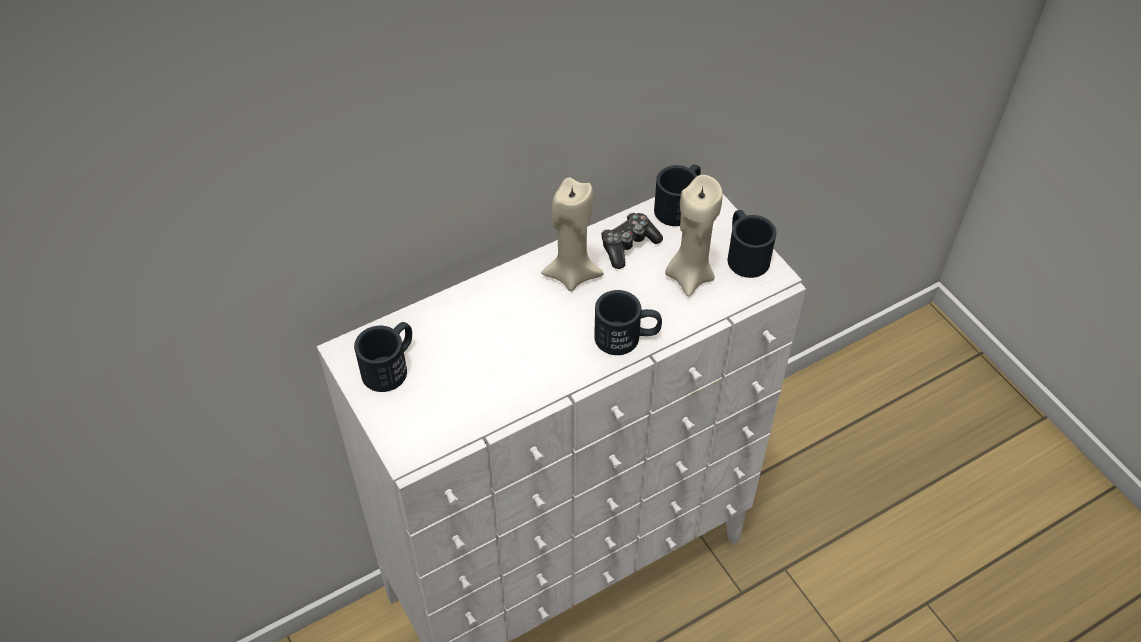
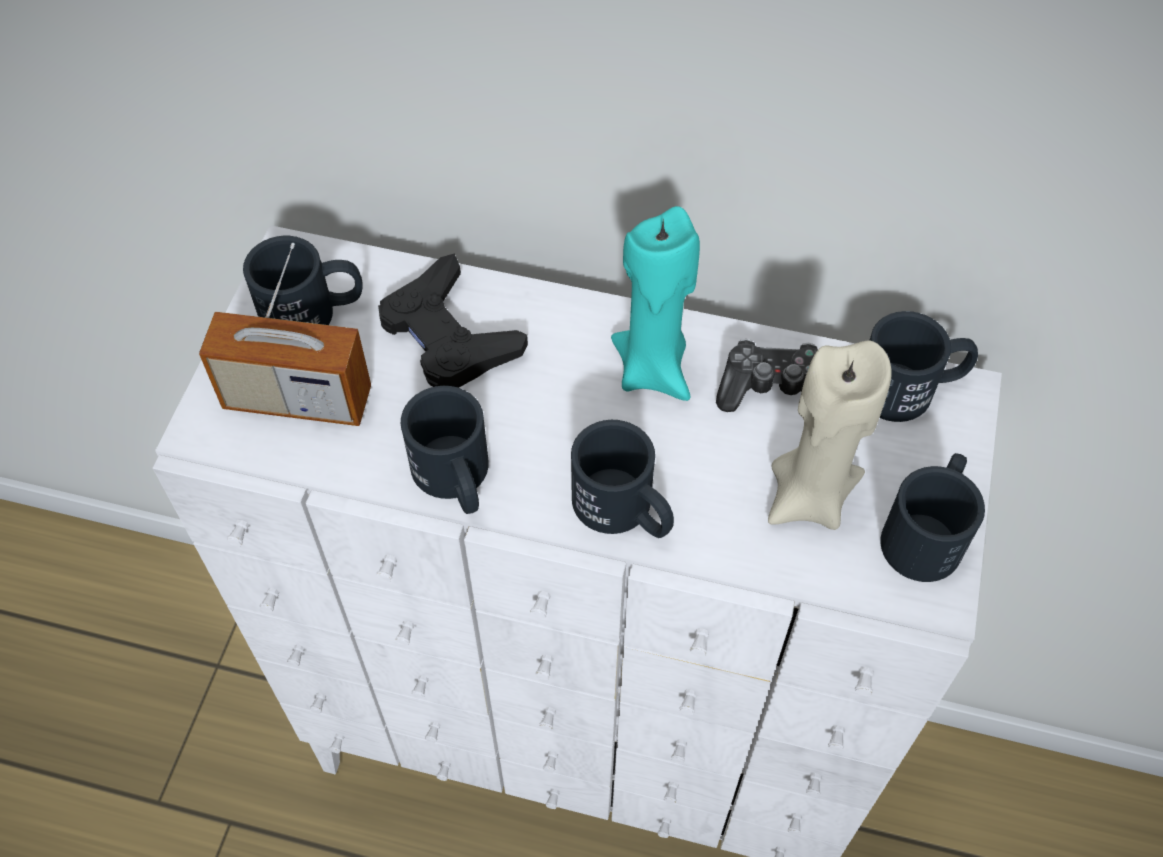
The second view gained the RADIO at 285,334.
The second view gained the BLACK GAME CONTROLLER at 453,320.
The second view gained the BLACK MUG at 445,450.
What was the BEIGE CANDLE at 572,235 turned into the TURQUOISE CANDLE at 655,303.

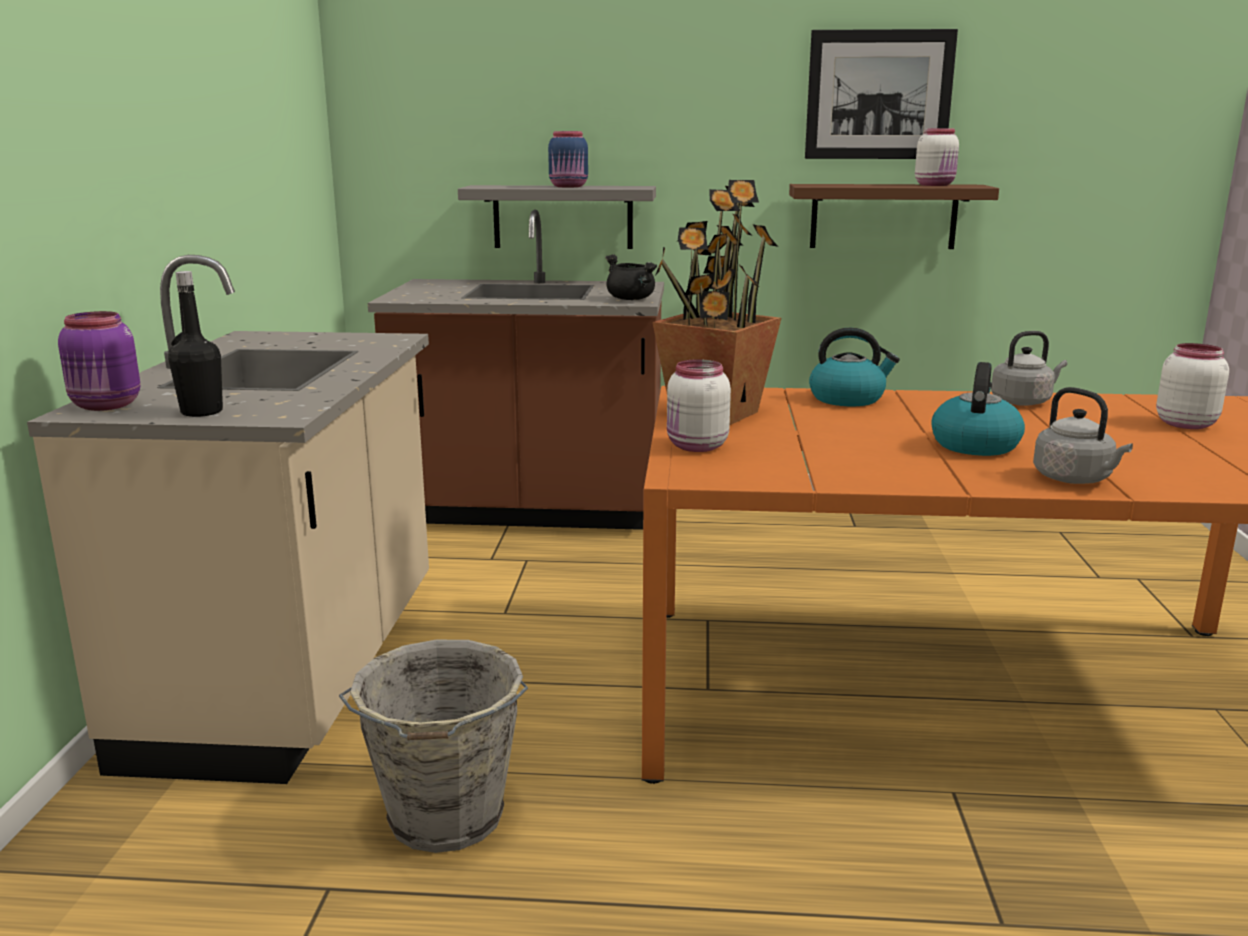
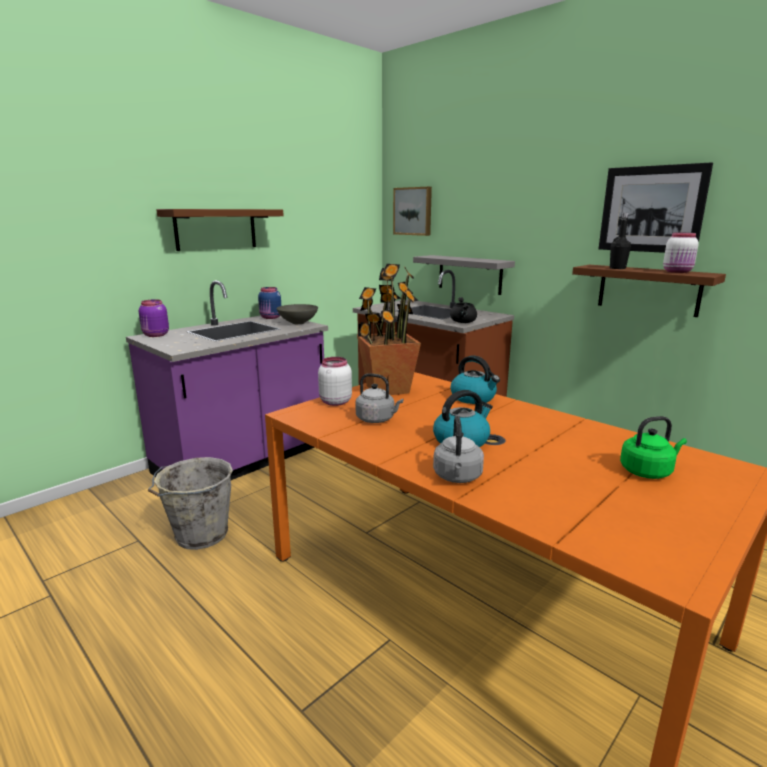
What was the BEIGE COUNTER at 228,519 turned into the PURPLE COUNTER at 227,380.
The second view gained the BROWN SHELF at 220,230.
The BLUE JAR ended up elsewhere, having gone from 568,159 to 269,303.
The second view gained the GREY BOWL at 297,314.
The GREY KETTLE ended up elsewhere, having gone from 1029,368 to 379,398.
The second view gained the PICTURE at 412,211.
The BLACK BOTTLE ended up elsewhere, having gone from 195,344 to 620,241.
Where the WHITE JAR stood at 1192,386, the GREEN KETTLE came to stand at 653,447.

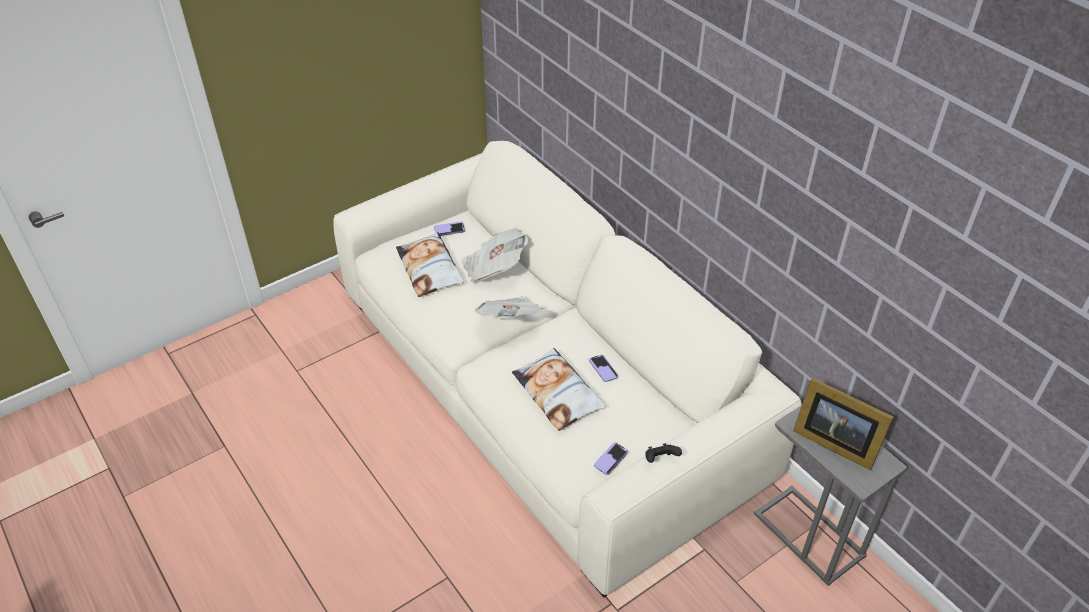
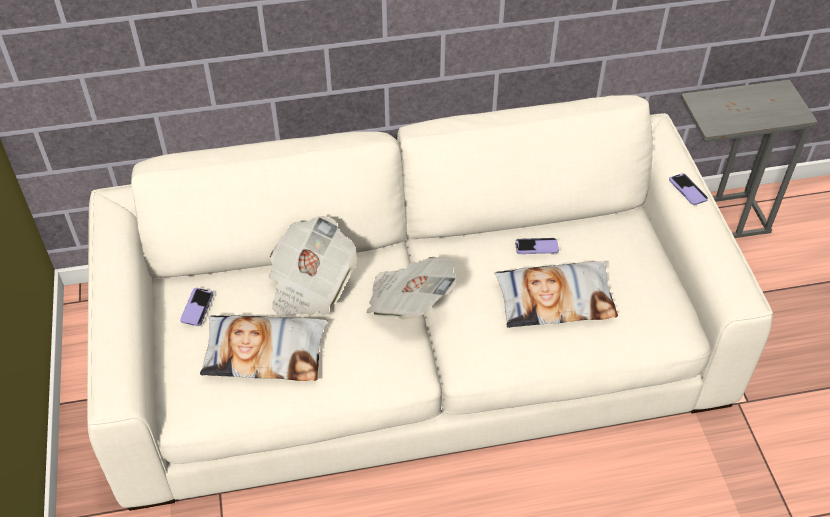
The PHONE ended up elsewhere, having gone from 611,458 to 688,189.
The second view lost the BLACK GAME CONTROLLER at 663,453.
The second view lost the PICTURE FRAME at 843,424.

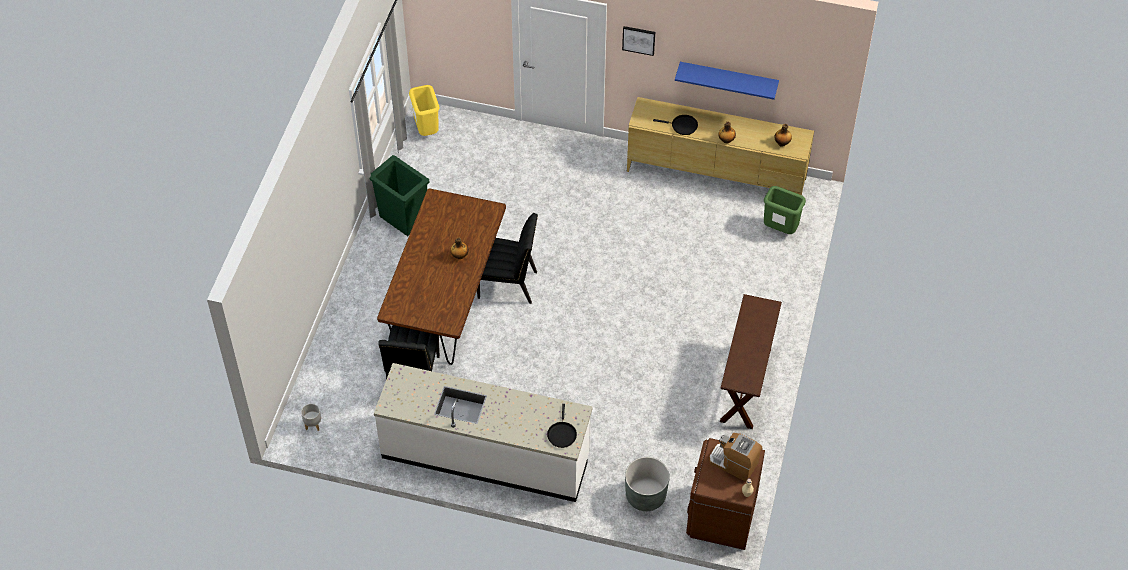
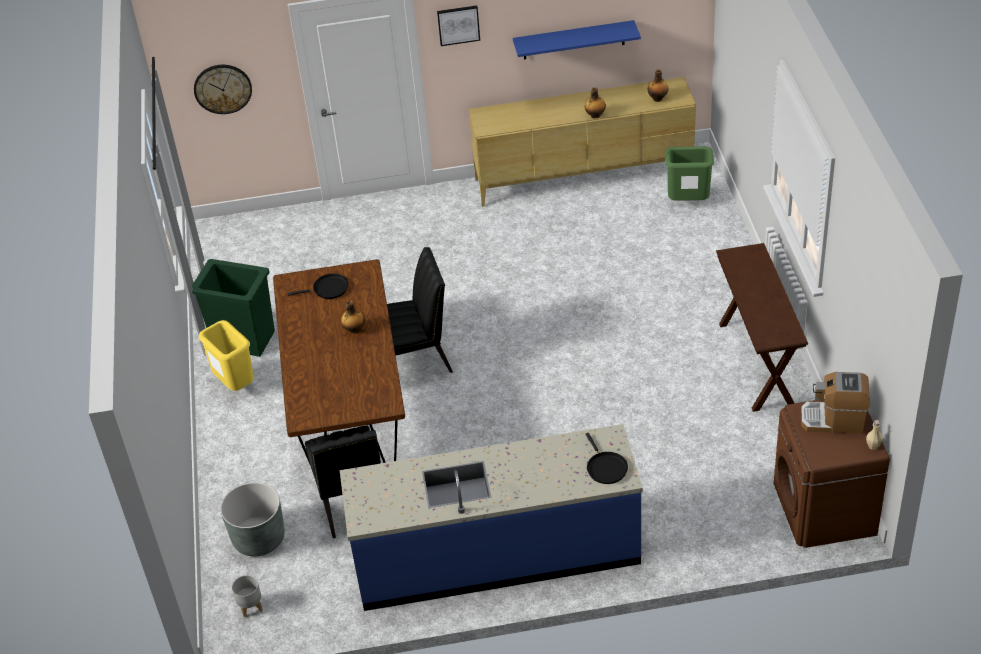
The second view gained the WALL CLOCK at 223,89.
The YELLOW TRASH CAN ended up elsewhere, having gone from 424,110 to 226,355.
The GREY PLANTER ended up elsewhere, having gone from 647,484 to 252,519.
The BLACK FRYING PAN ended up elsewhere, having gone from 675,125 to 318,286.
What was the WHITE COUNTER at 483,432 turned into the BLUE COUNTER at 491,517.

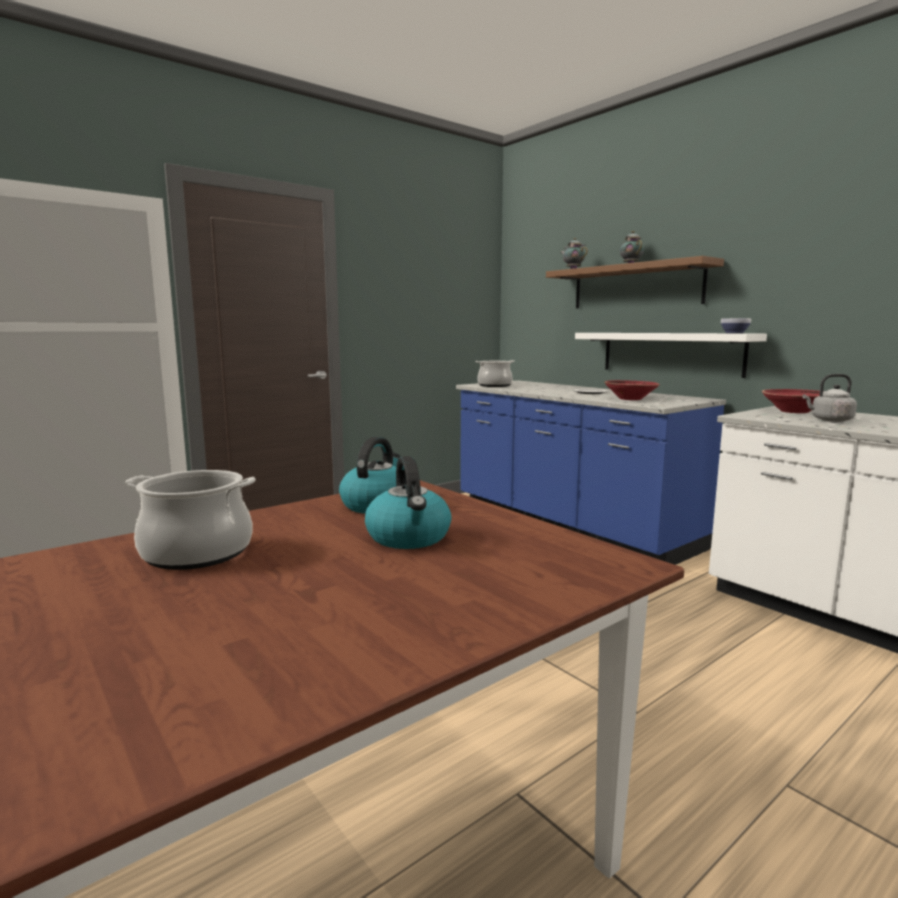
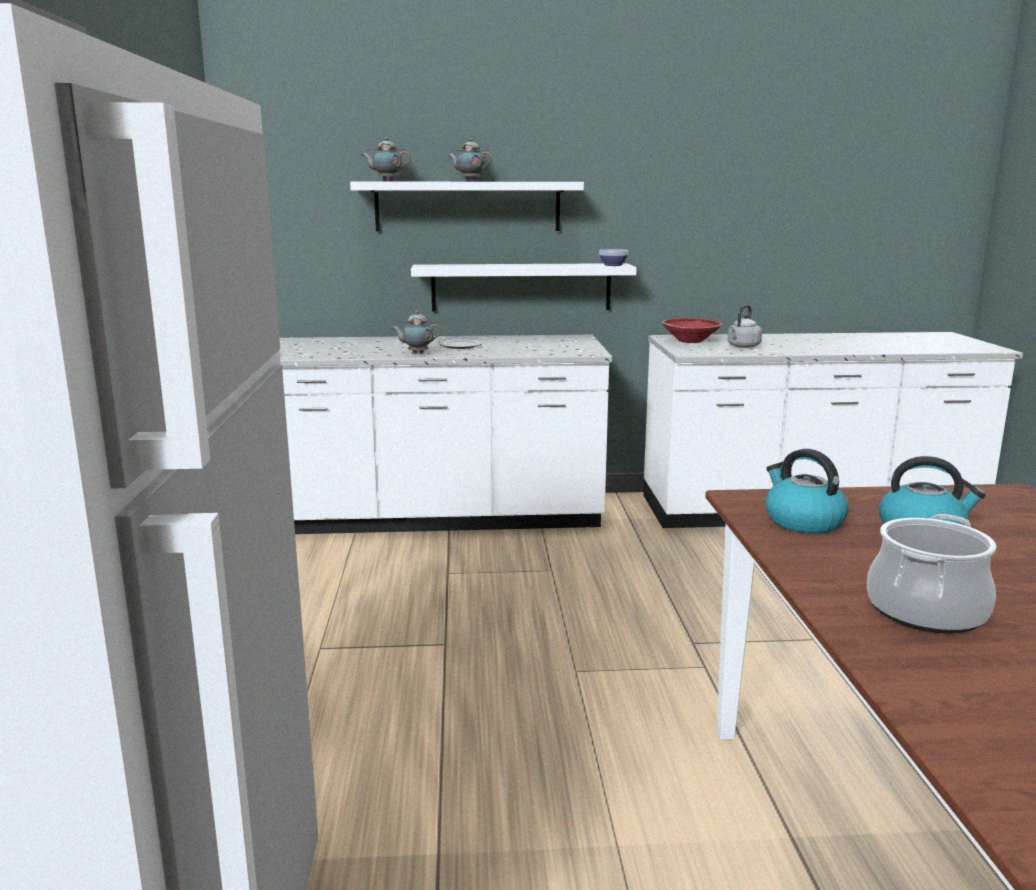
What was the BLUE COUNTER at 591,472 turned into the WHITE COUNTER at 445,434.
What was the BROWN SHELF at 635,282 turned into the WHITE SHELF at 467,207.
The second view gained the TEAPOT at 416,332.
The second view lost the COOKING POT at 495,373.
The second view lost the RED BOWL at 632,390.

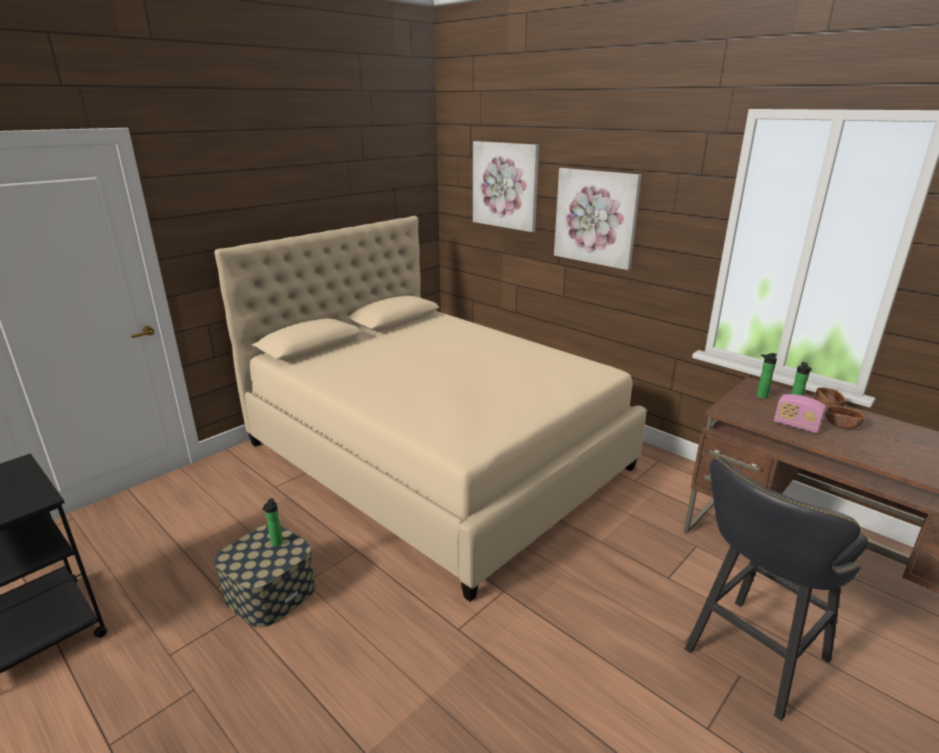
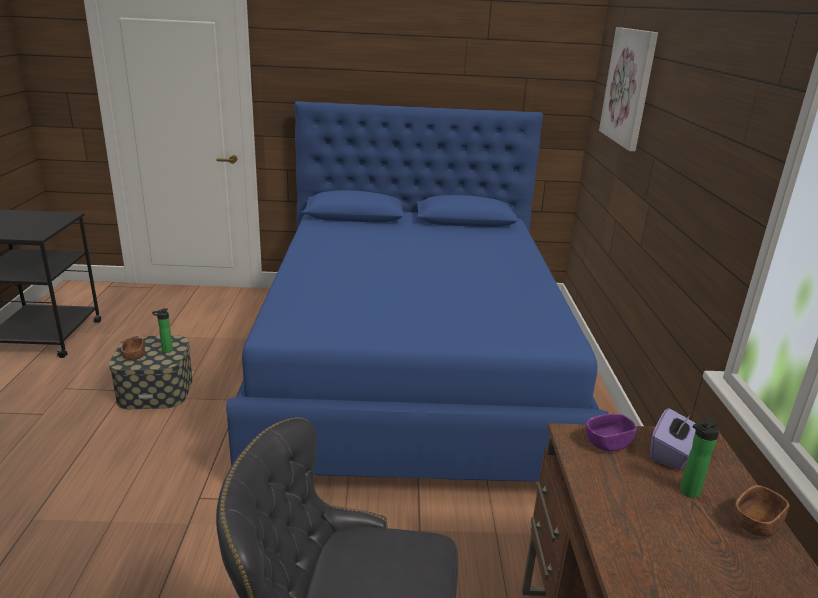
The BROWN BOWL ended up elsewhere, having gone from 845,417 to 133,348.
What was the BEIGE BED at 430,409 turned into the BLUE BED at 417,291.
The second view gained the PURPLE BOWL at 611,432.
Where the BOTTLE stood at 766,376, the PURPLE TISSUE BOX came to stand at 673,439.
The second view lost the PICTURE at 597,219.
The second view lost the RADIO at 800,413.

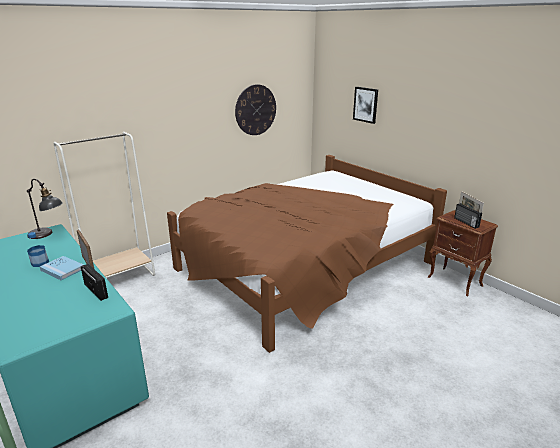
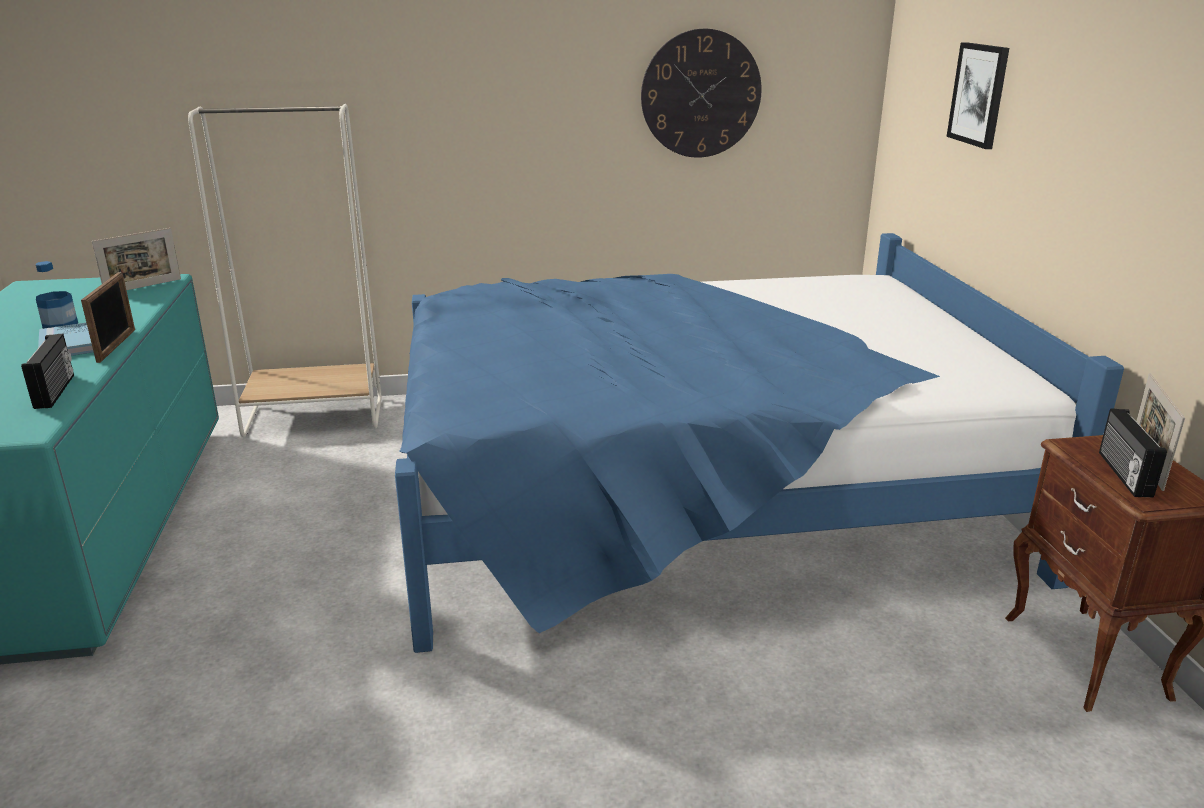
Where the GREY TABLE LAMP stood at 45,209, the PICTURE FRAME came to stand at 136,259.
What was the BROWN BED at 307,254 turned into the BLUE BED at 759,443.

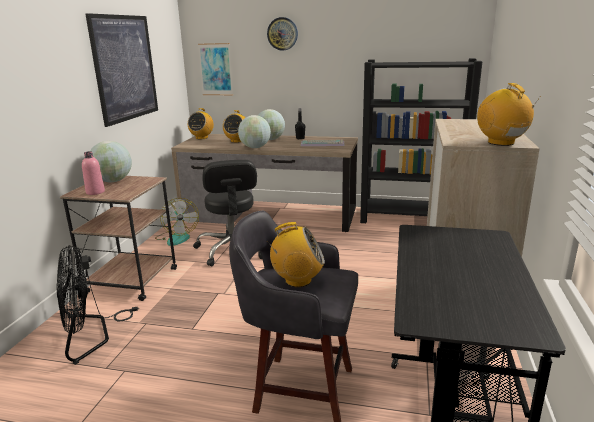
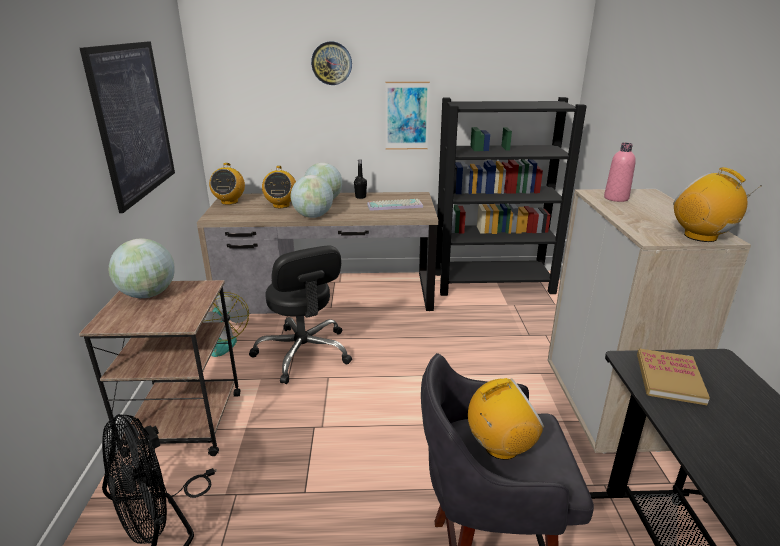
The PICTURE ended up elsewhere, having gone from 215,69 to 408,116.
The PINK BOTTLE ended up elsewhere, having gone from 93,173 to 620,172.
The second view gained the BOOK at 673,377.

